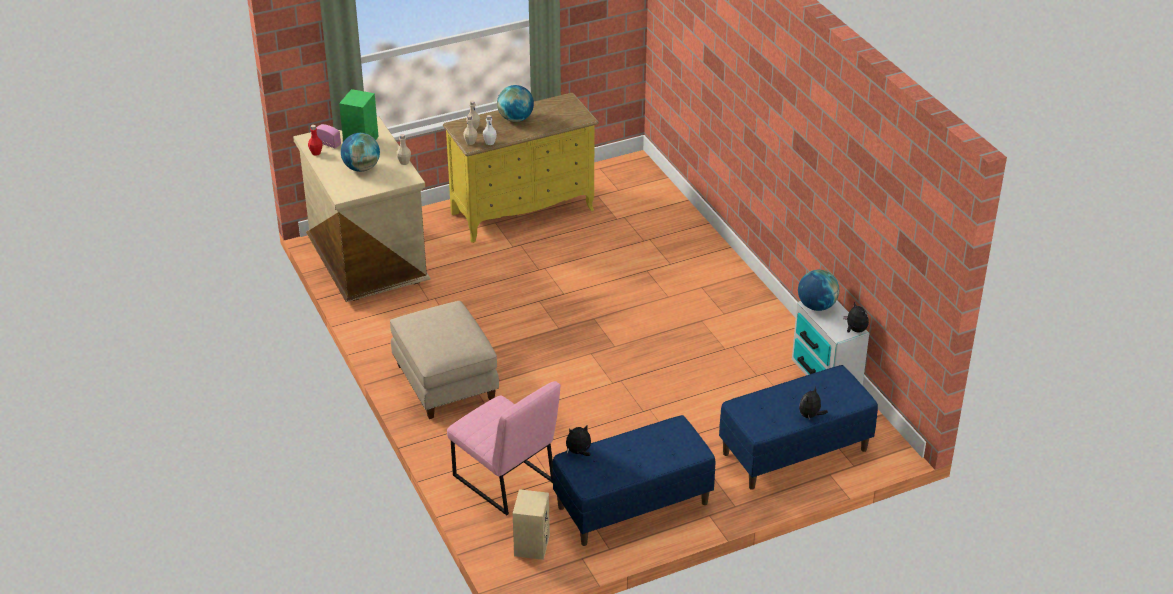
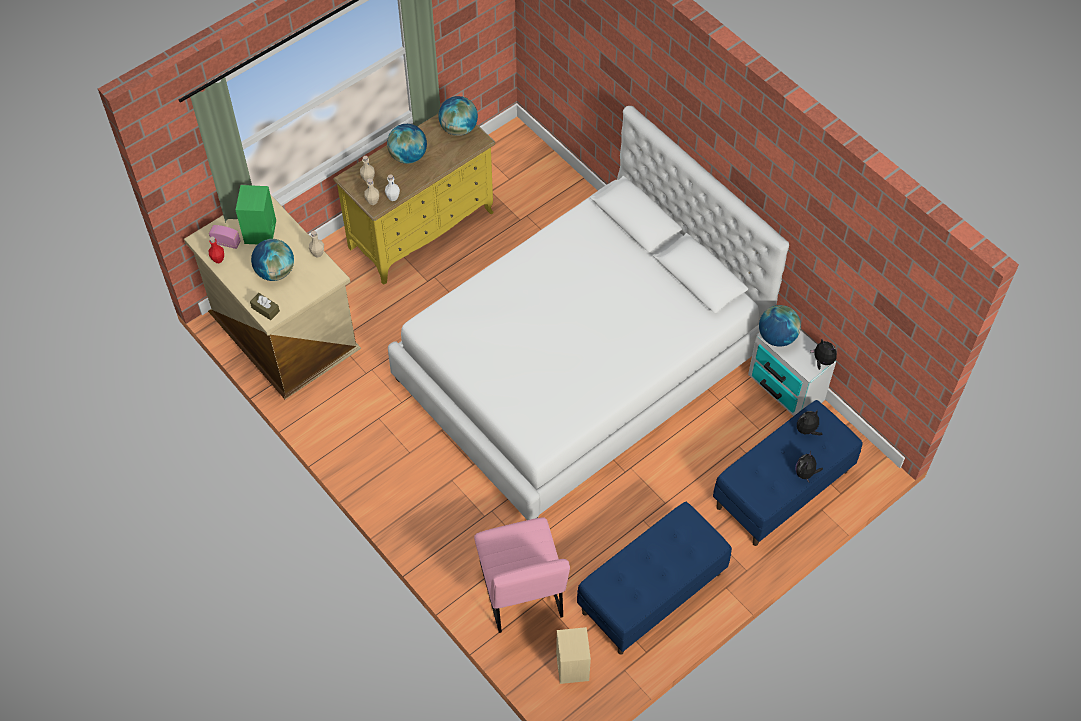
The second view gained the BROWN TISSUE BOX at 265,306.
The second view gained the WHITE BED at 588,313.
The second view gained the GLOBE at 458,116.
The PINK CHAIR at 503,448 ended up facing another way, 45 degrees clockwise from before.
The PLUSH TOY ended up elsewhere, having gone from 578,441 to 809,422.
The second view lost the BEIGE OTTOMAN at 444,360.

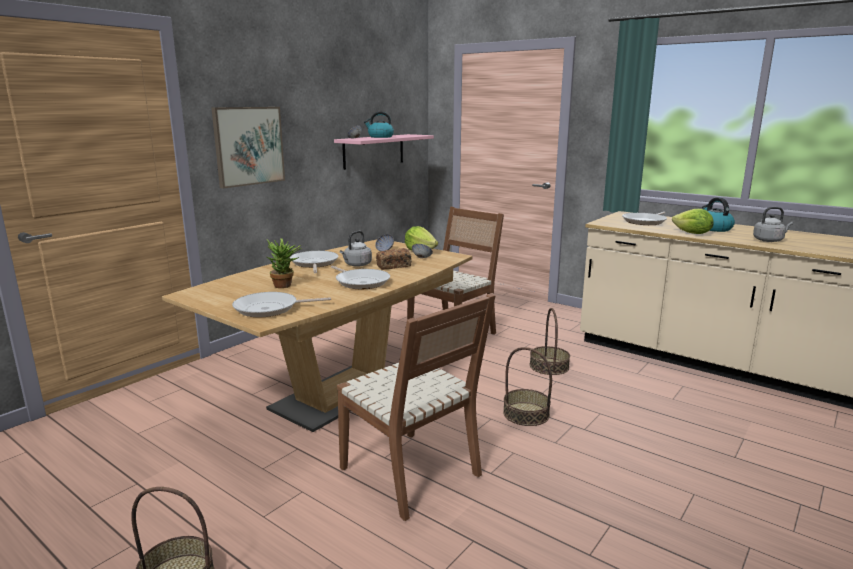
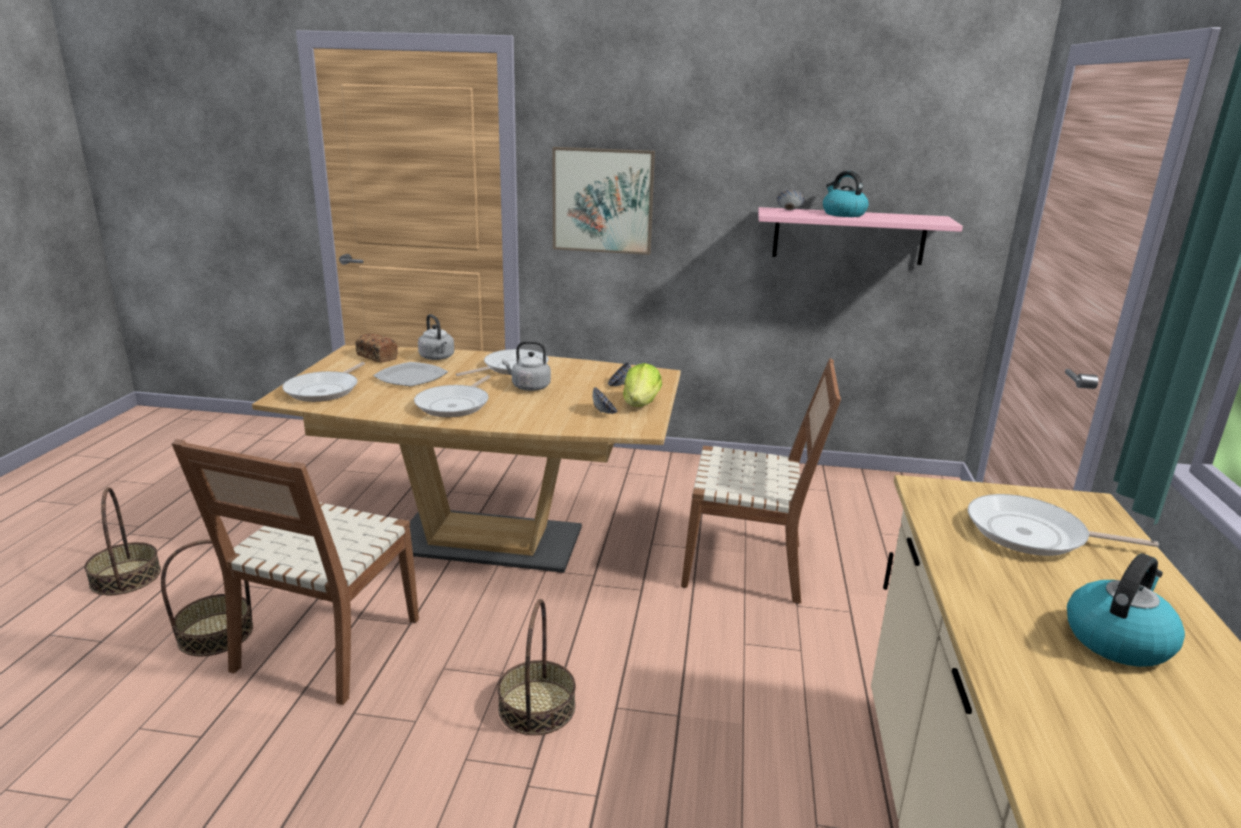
The BASKET ended up elsewhere, having gone from 550,341 to 207,597.
The FRYING PAN at 281,304 ended up facing another way, 120 degrees counterclockwise from before.
The BREAD ended up elsewhere, having gone from 394,259 to 376,348.
Where the POTTED PLANT stood at 284,263, the PLATE came to stand at 410,374.
The GREY KETTLE ended up elsewhere, having gone from 773,224 to 436,337.
The second view lost the LETTUCE at 693,221.

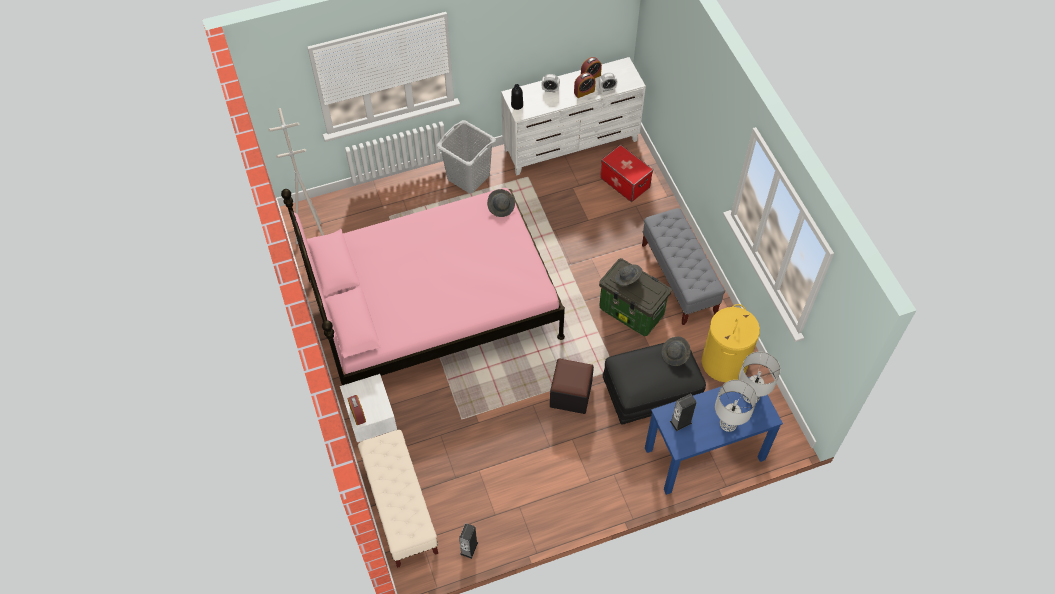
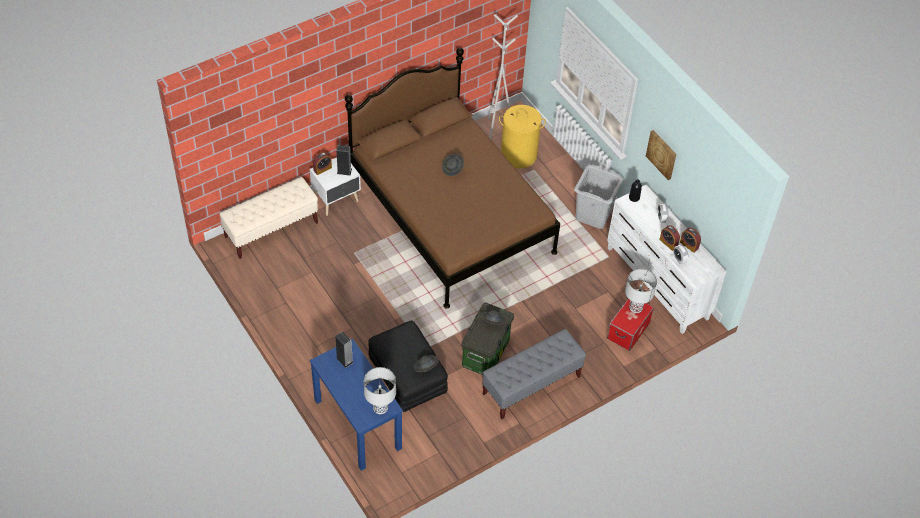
The SPEAKER ended up elsewhere, having gone from 468,541 to 344,160.
What was the PINK BED at 423,286 turned into the BROWN BED at 452,178.
The GREY HAT ended up elsewhere, having gone from 501,203 to 453,164.
The YELLOW LAUNDRY BASKET ended up elsewhere, having gone from 731,343 to 522,136.
The WHITE TABLE LAMP ended up elsewhere, having gone from 736,406 to 641,291.
The second view gained the PICTURE at 661,155.
The second view lost the BLACK OTTOMAN at 572,386.

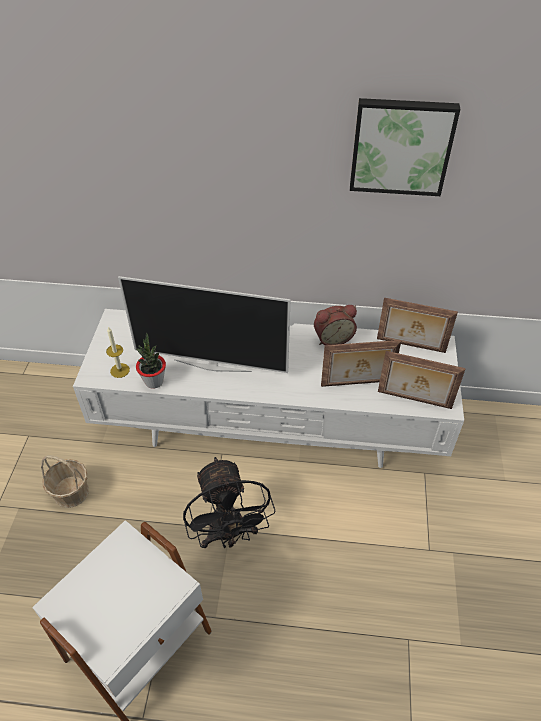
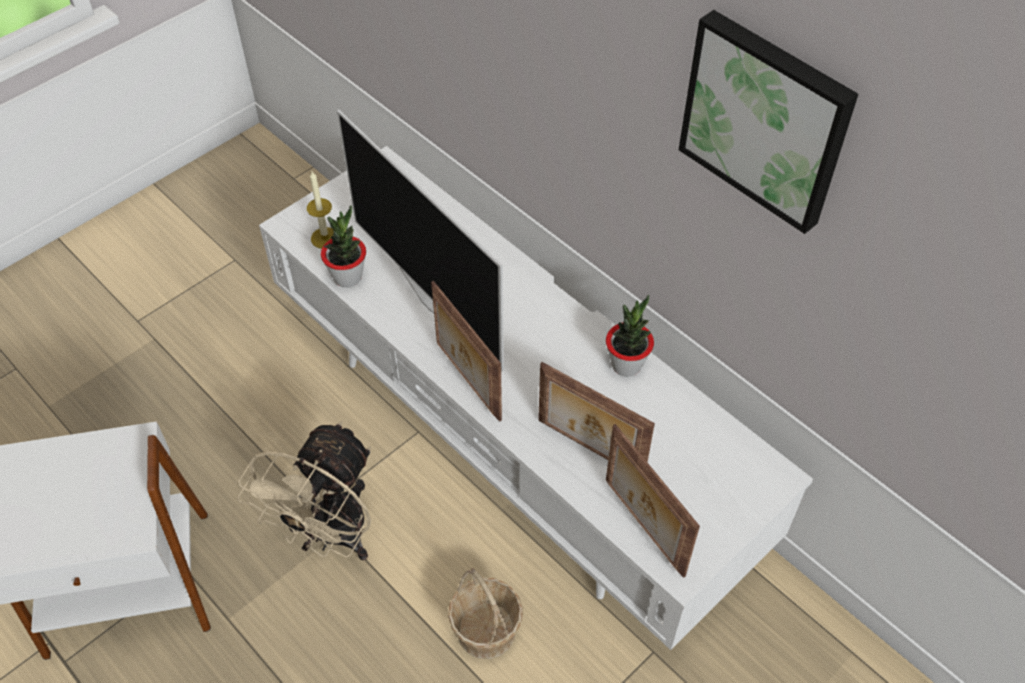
What was the BLACK FAN at 229,502 turned into the BEIGE FAN at 304,491.
The PICTURE FRAME ended up elsewhere, having gone from 417,325 to 466,351.
The BASKET ended up elsewhere, having gone from 65,481 to 485,613.
Where the ALARM CLOCK stood at 335,325, the POTTED PLANT came to stand at 630,336.

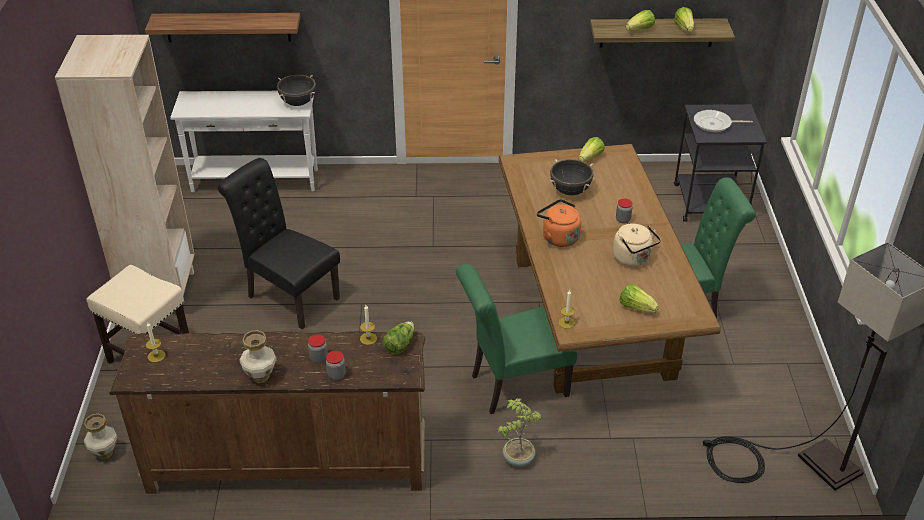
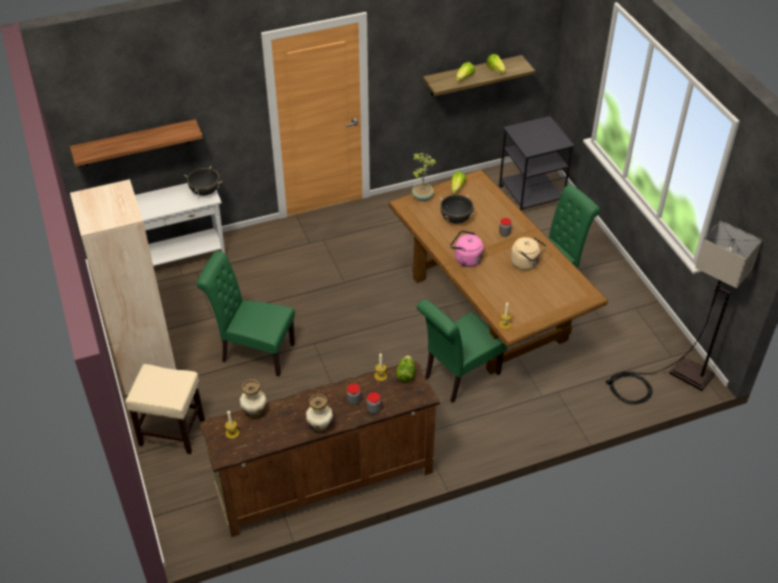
What was the BLACK CHAIR at 278,243 turned into the GREEN CHAIR at 245,314.
The VASE ended up elsewhere, having gone from 101,436 to 253,398.
The POTTED PLANT ended up elsewhere, having gone from 520,432 to 423,177.
What was the ORANGE KETTLE at 559,223 turned into the PINK KETTLE at 467,248.
The second view lost the LETTUCE at 639,298.
The second view lost the FRYING PAN at 723,121.

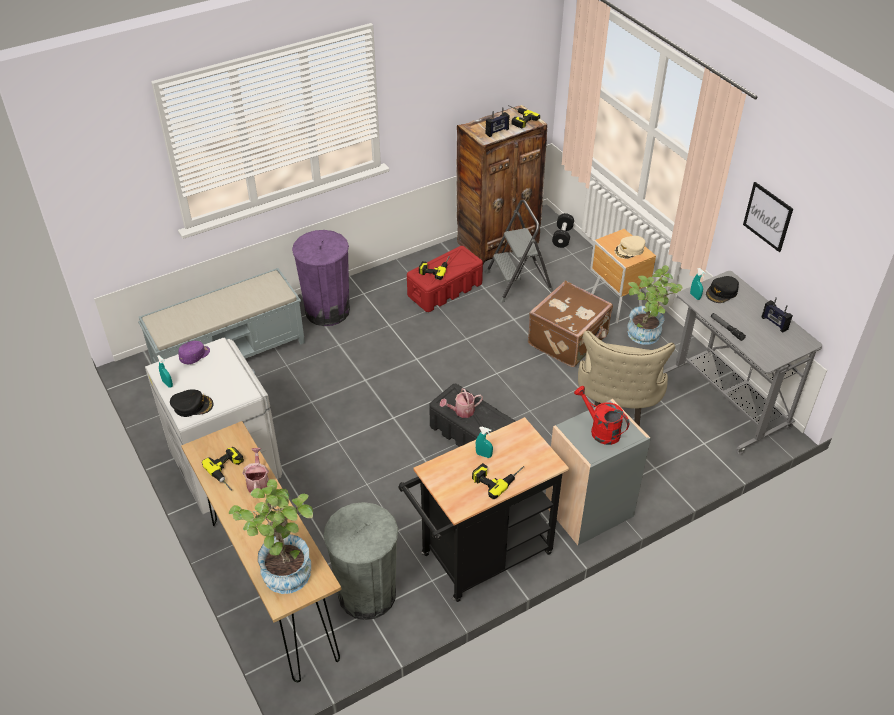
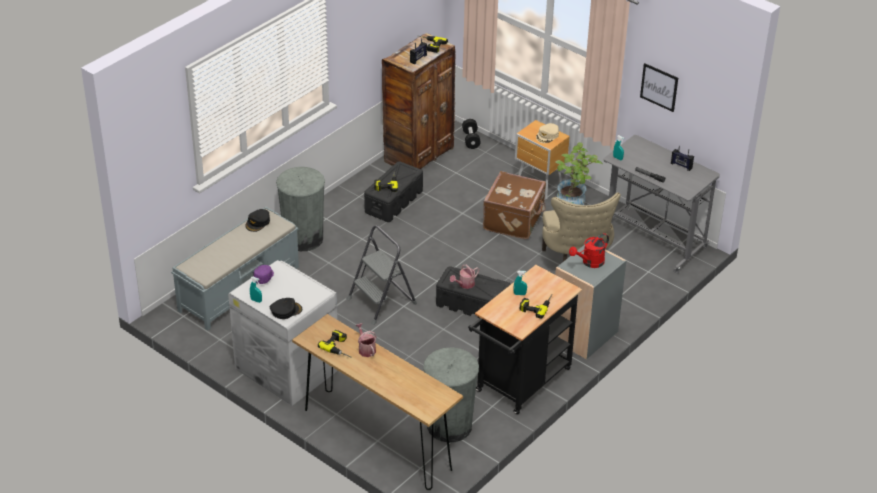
The BLACK CAP ended up elsewhere, having gone from 722,289 to 257,220.
What was the PURPLE TRASH CAN at 321,278 turned into the GREY TRASH CAN at 300,209.
The GREY STEP LADDER ended up elsewhere, having gone from 519,251 to 381,275.
What was the RED STORAGE BOX at 445,279 turned into the BLACK STORAGE BOX at 393,191.
The RED WATERING CAN at 601,415 ended up facing another way, 60 degrees counterclockwise from before.
The second view lost the POTTED PLANT at 271,536.

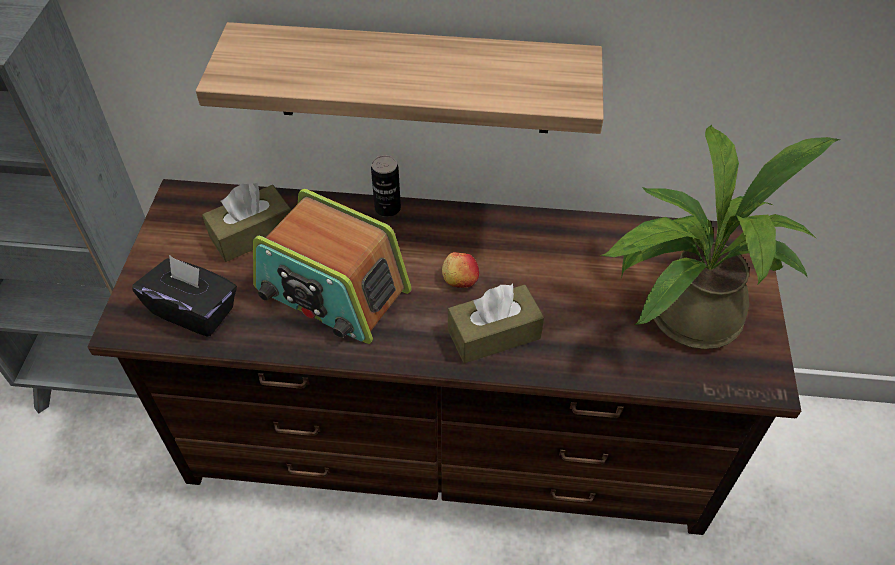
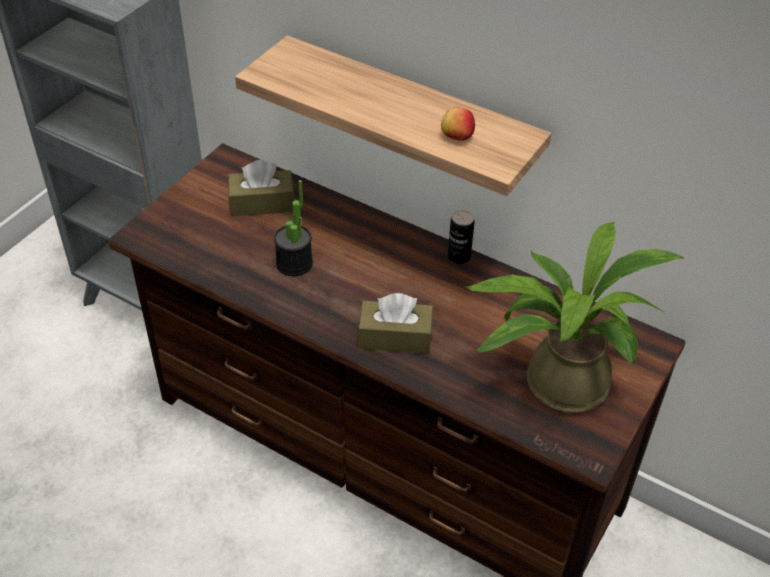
Where the RADIO stood at 332,266, the POTTED PLANT came to stand at 293,228.
The APPLE ended up elsewhere, having gone from 460,270 to 458,123.
The CAN ended up elsewhere, having gone from 386,186 to 461,237.
The second view lost the BLACK TISSUE BOX at 184,296.

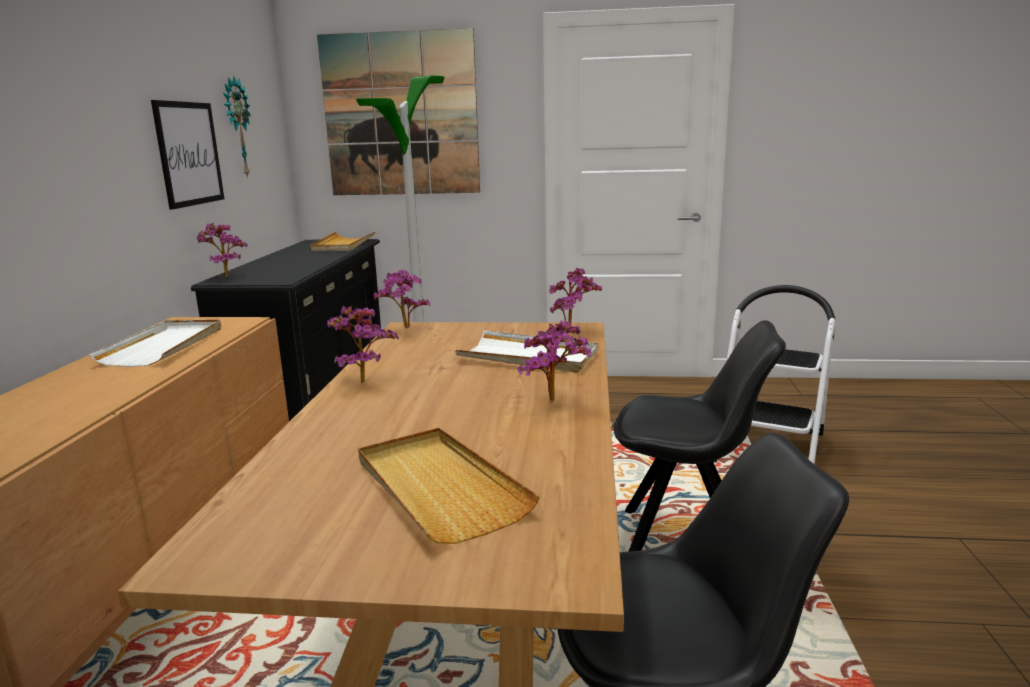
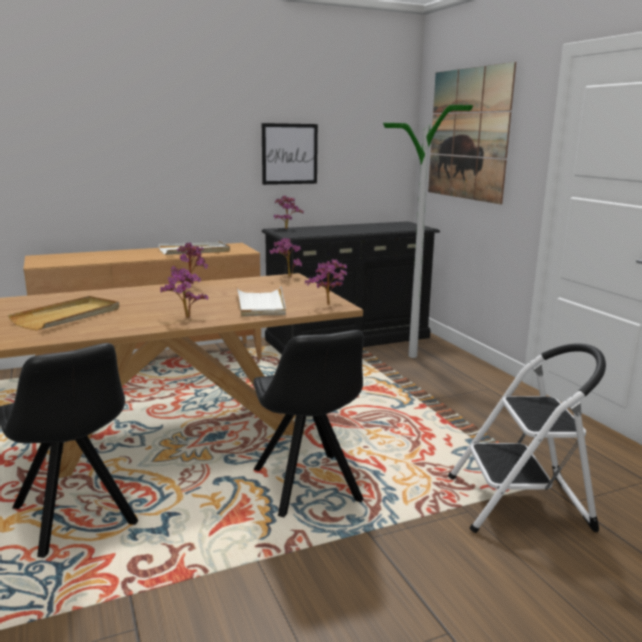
The second view lost the WALL CLOCK at 237,127.
The second view lost the BEIGE TRAY at 343,241.

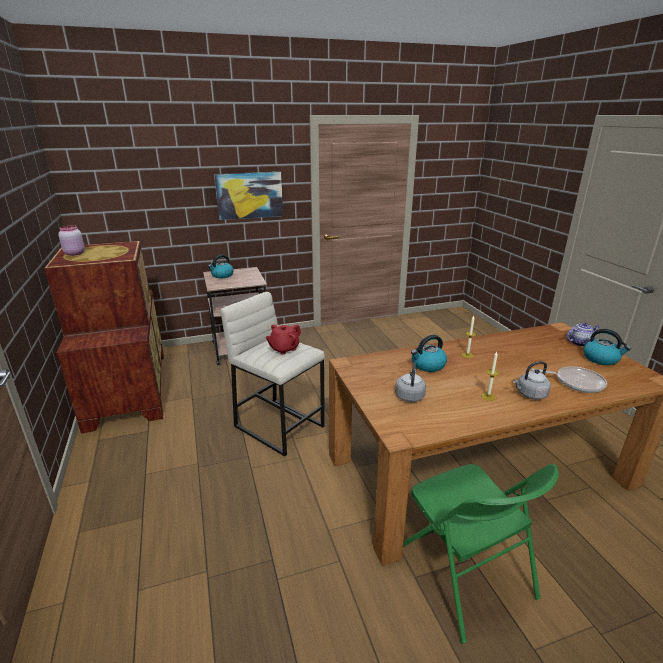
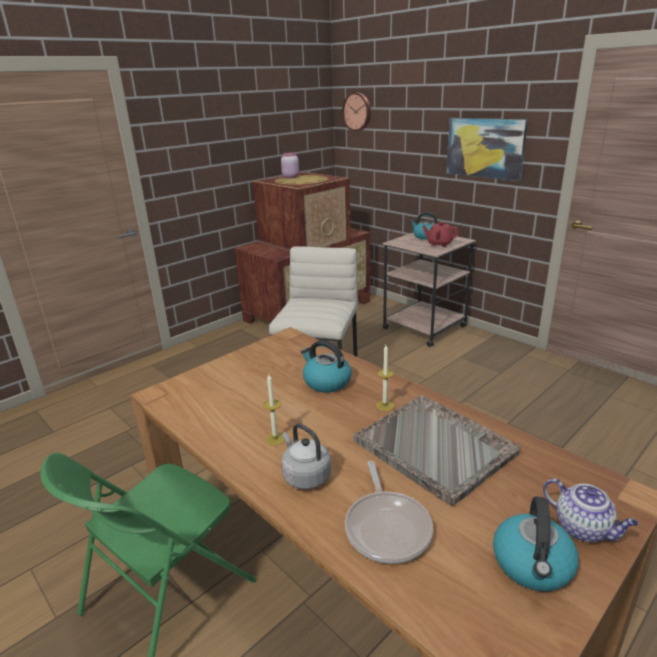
The second view gained the WALL CLOCK at 356,111.
The second view gained the GREY TRAY at 437,450.
The RED TEAPOT ended up elsewhere, having gone from 283,339 to 440,234.
The second view lost the GREY KETTLE at 410,382.

